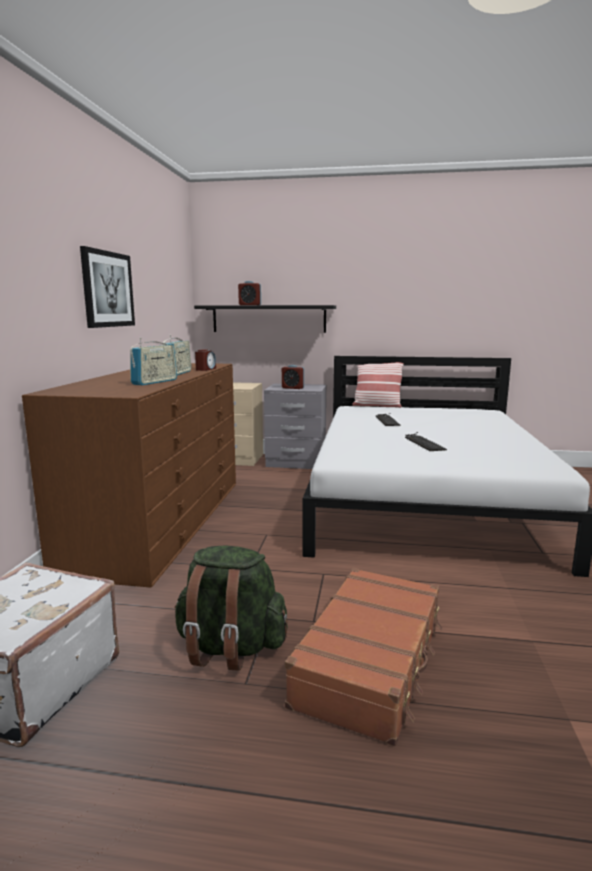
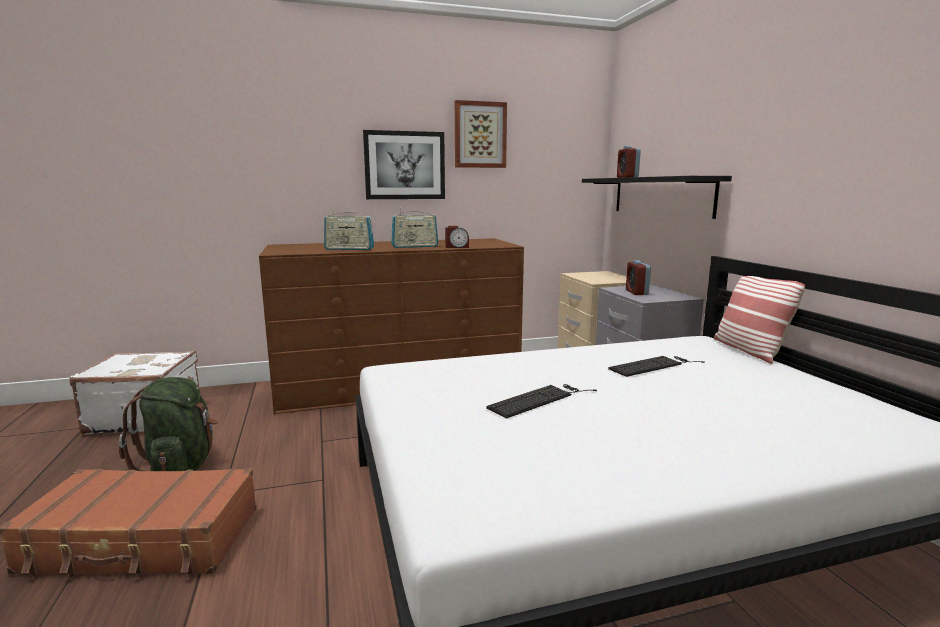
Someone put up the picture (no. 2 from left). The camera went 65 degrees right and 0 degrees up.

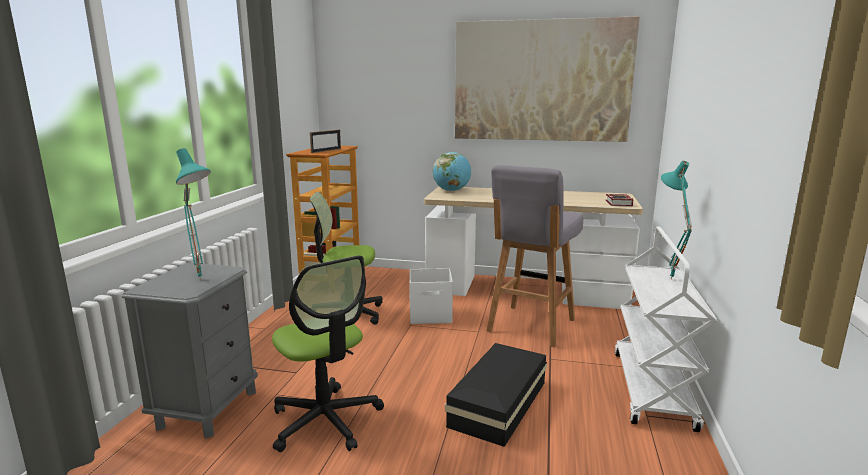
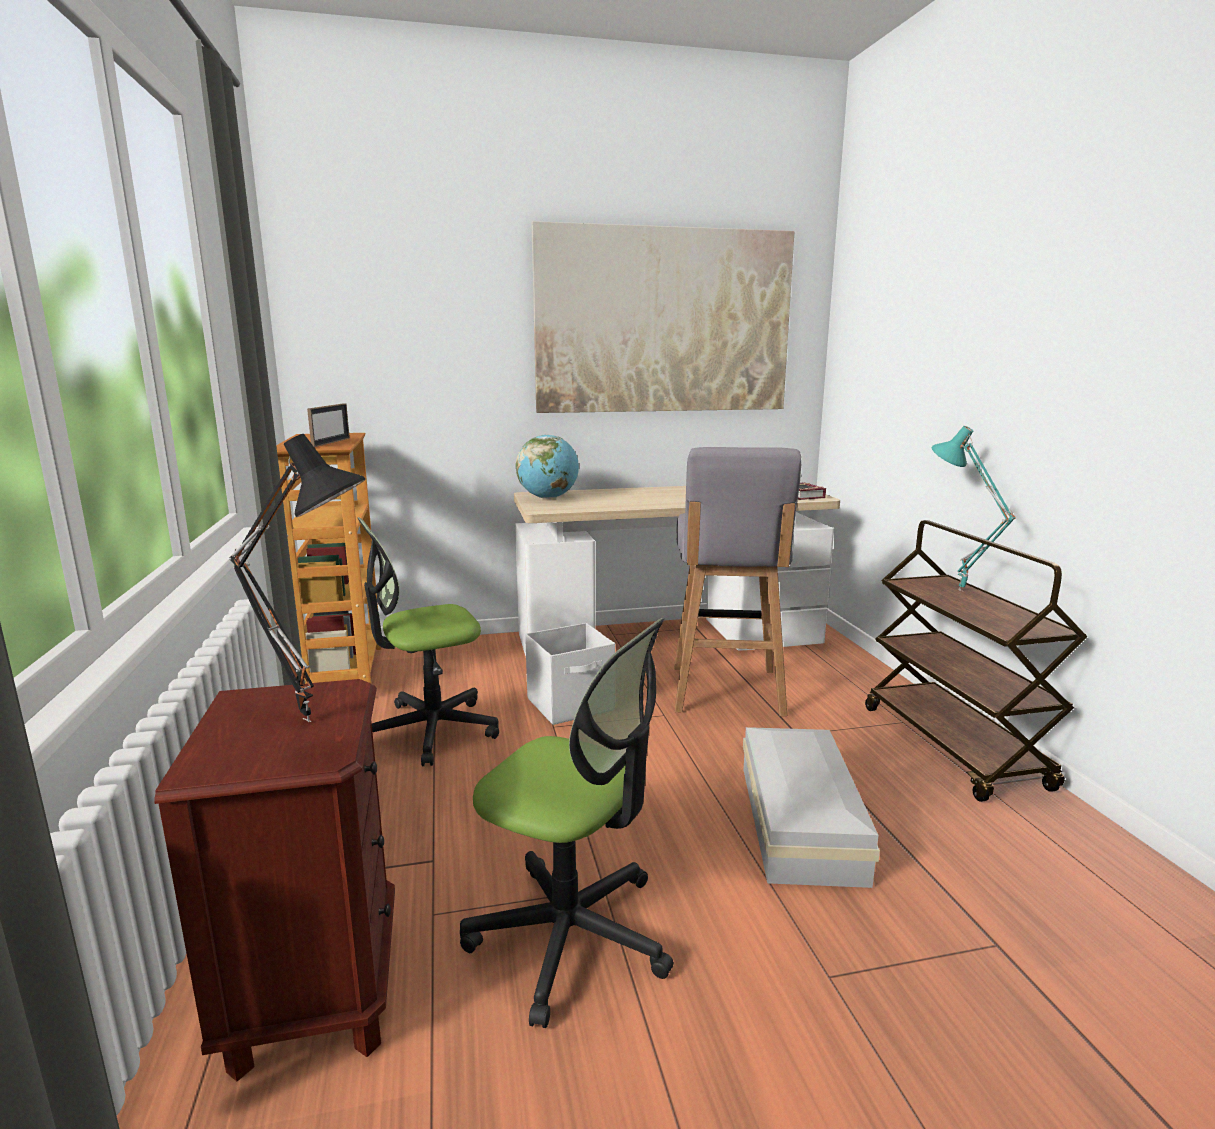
Someone repainted the gray night table, which became the brownish night table. Someone repainted the turquoise tabletop lamp (no. 1 from left), which became the black-coloured tabletop lamp. Someone repainted the black-coloured storage box, which became the white-coloured storage box (no. 2 from left). Someone repainted the white-coloured trolley, which became the brownish trolley. The camera went 25 degrees left and 0 degrees up.

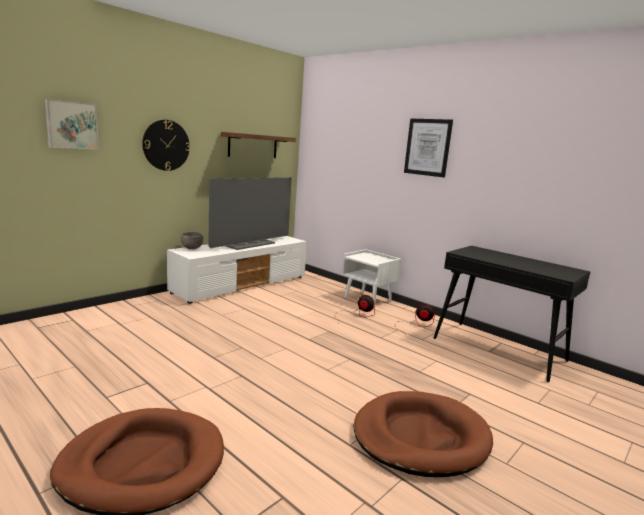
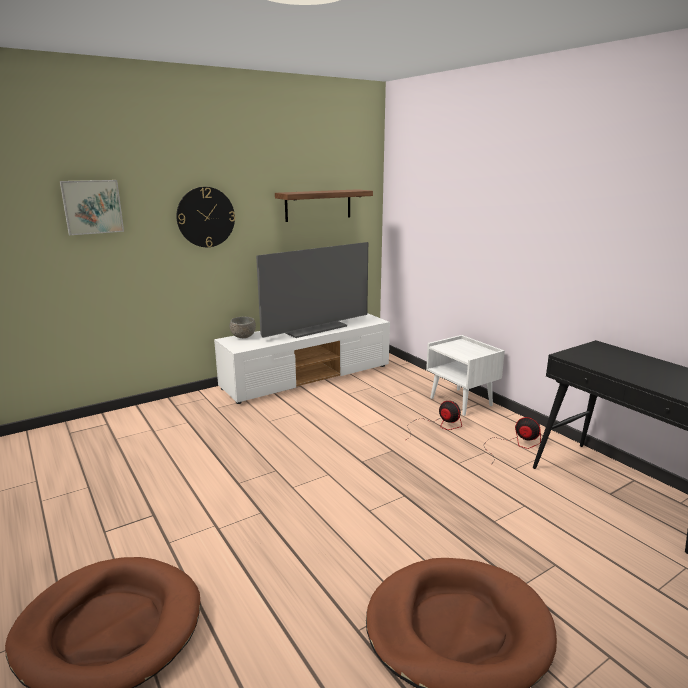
Someone took away the picture (no. 2 from left). The camera went 15 degrees right and 5 degrees up.

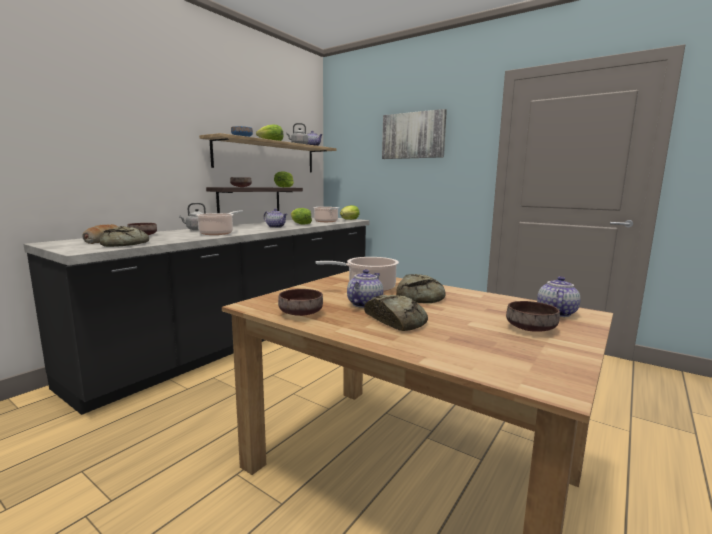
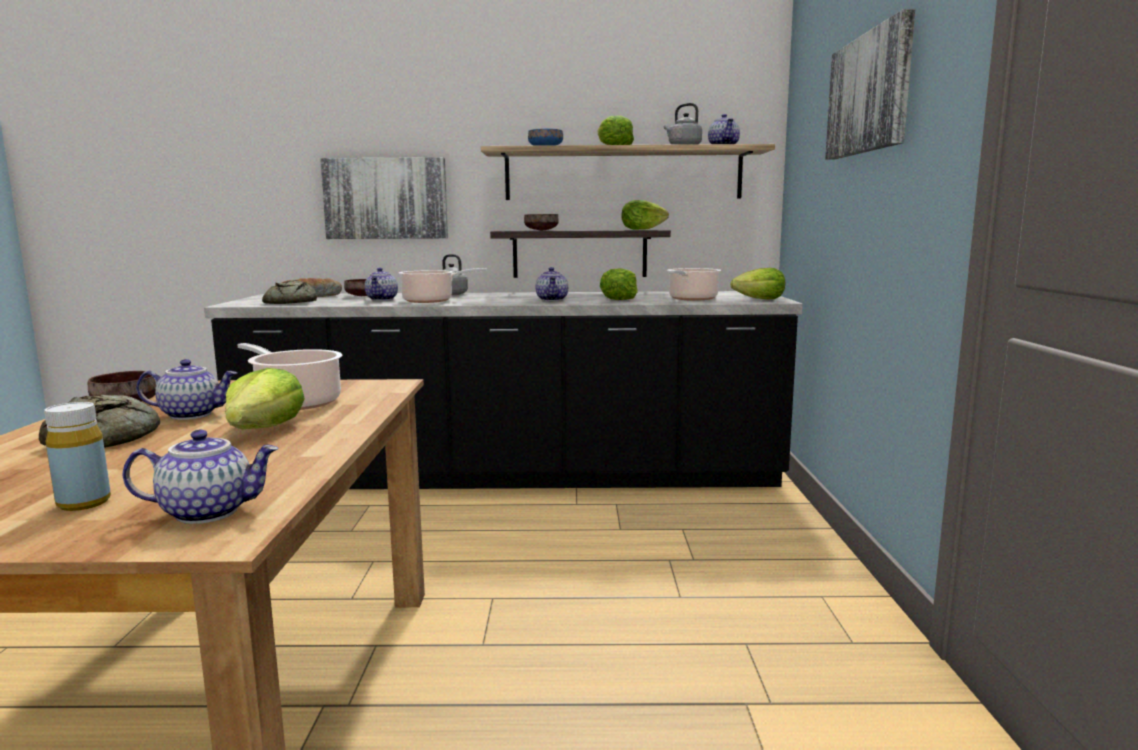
Someone swapped the brownish serving bowl (no. 4 from left) for the yellow-coloured bottle. Someone swapped the bread (no. 4 from left) for the head of lettuce (no. 1 from left). Someone put up the picture (no. 1 from left). Someone put down the pot for tea (no. 3 from left). The camera went 55 degrees right and 0 degrees up.

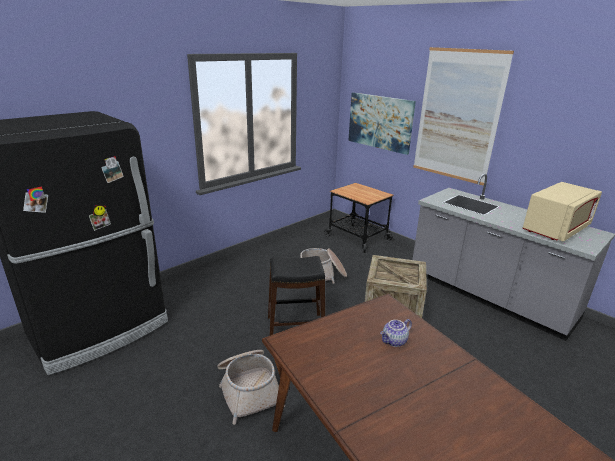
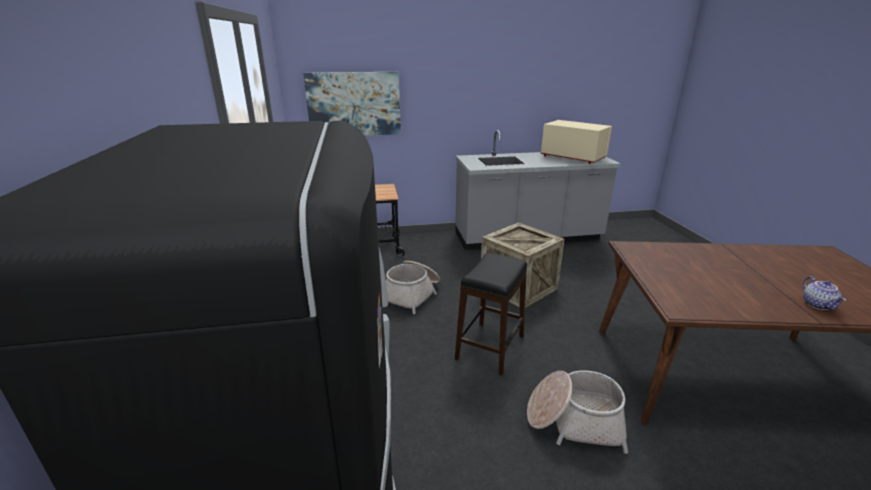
Someone rotated the beige microwave oven by 45 degrees counterclockwise. Someone carried the pot for tea. Someone took away the picture (no. 2 from left). The camera went 55 degrees left and 0 degrees up.

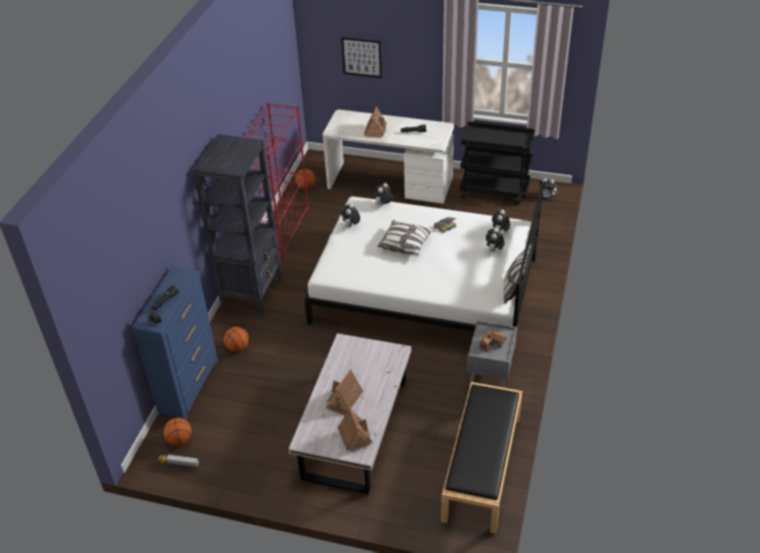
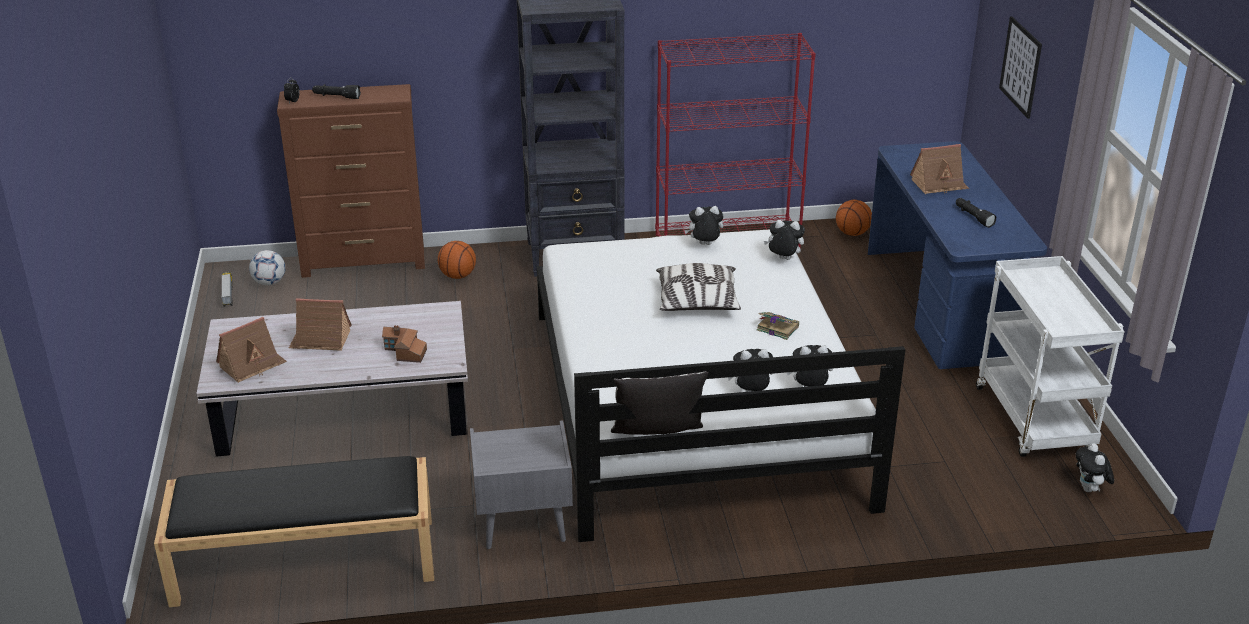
Someone swapped the basketball ball (no. 1 from left) for the football. Someone repainted the blue drawer chest, which became the brownish drawer chest. Someone carried the miniature house (no. 4 from left in the first image). Someone repainted the white-coloured desk table, which became the blue desk table. Someone repainted the black-coloured trolley, which became the white-coloured trolley. The camera went 65 degrees right and 10 degrees down.

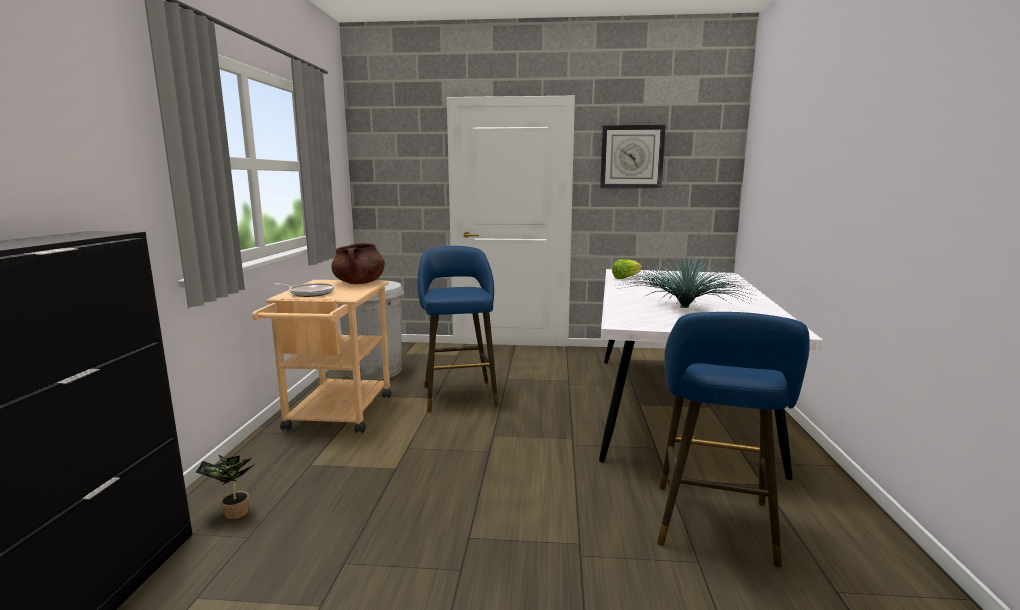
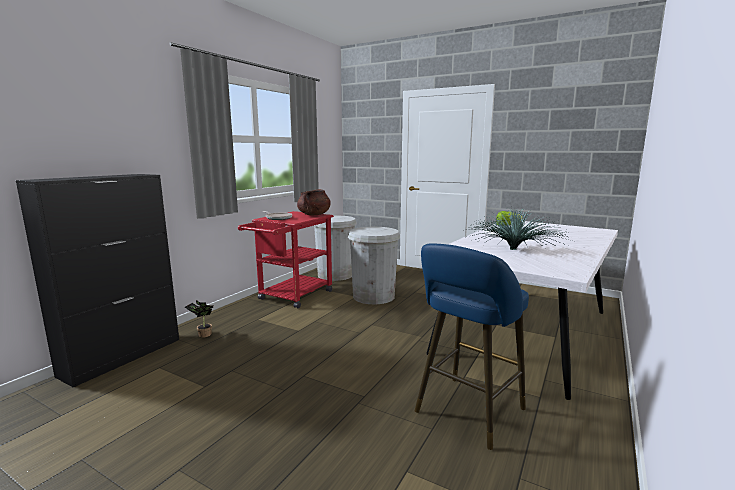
Someone repainted the beige trolley, which became the red-coloured trolley. Someone swapped the blue stool (no. 1 from left) for the white-coloured trash can (no. 2 from left). Someone took away the hanging clock. The camera went 25 degrees right and 0 degrees up.

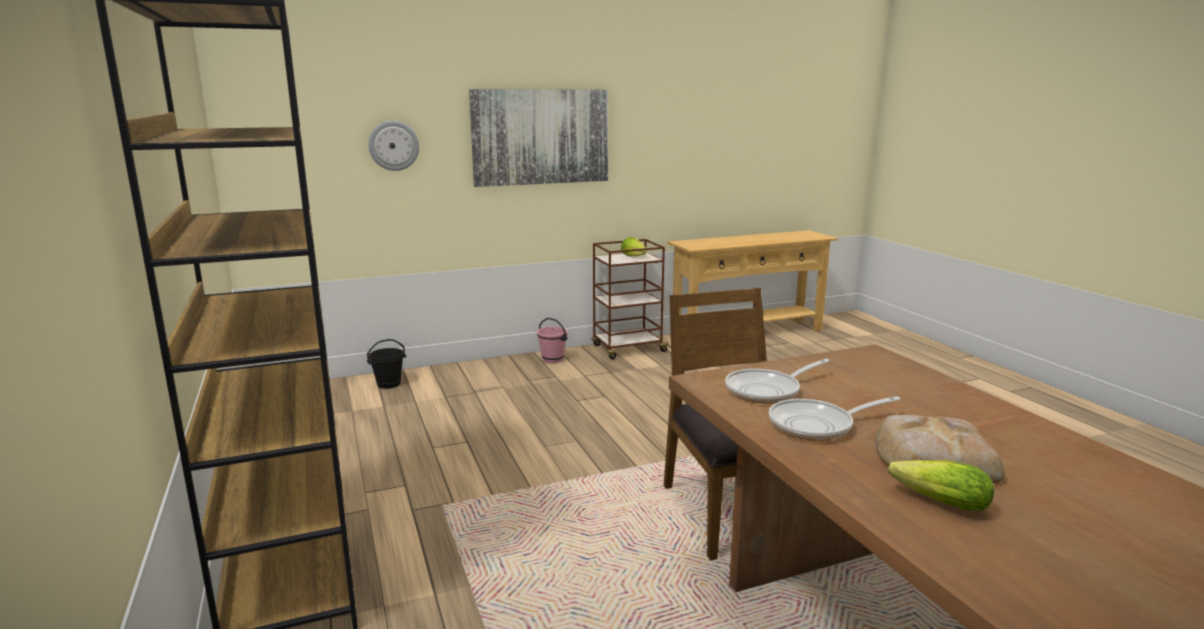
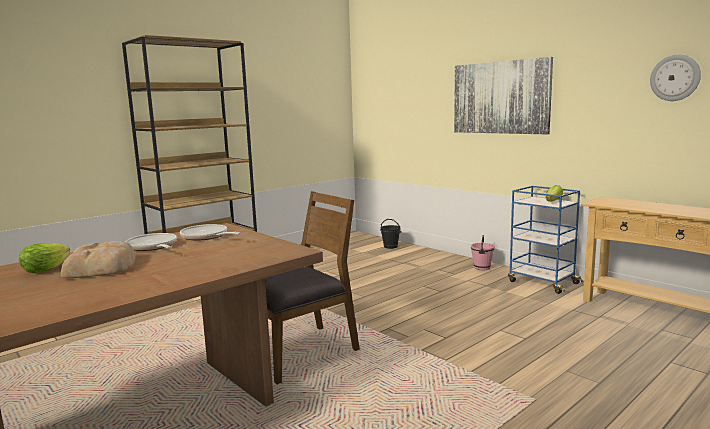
Someone repainted the brownish trolley, which became the blue trolley. Someone carried the hanging clock. The camera went 70 degrees right and 5 degrees down.

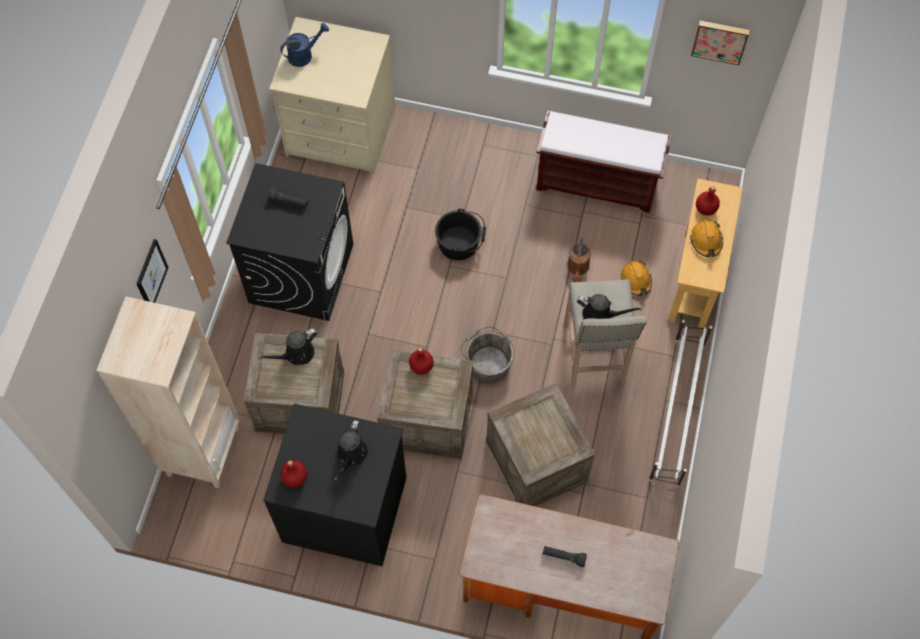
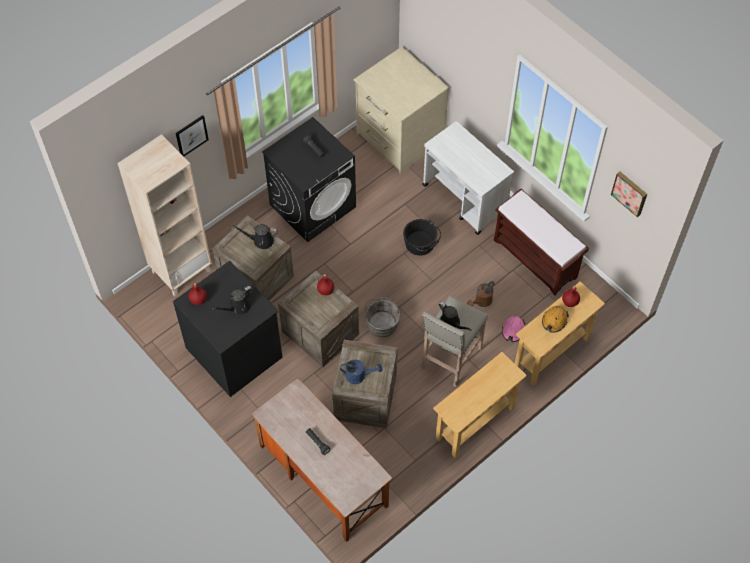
Someone carried the blue sprinkling can. Someone put down the white-coloured trolley. Someone swapped the white-coloured shoe shelf for the beige console table (no. 1 from left). Someone repainted the orangey safety helmet (no. 1 from left), which became the pink-coloured safety helmet. The camera went 35 degrees right and 5 degrees down.

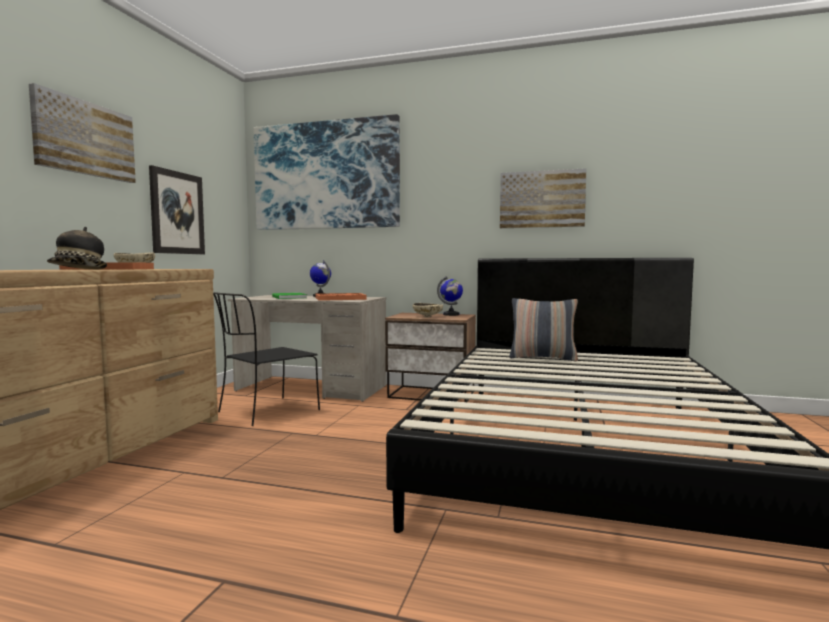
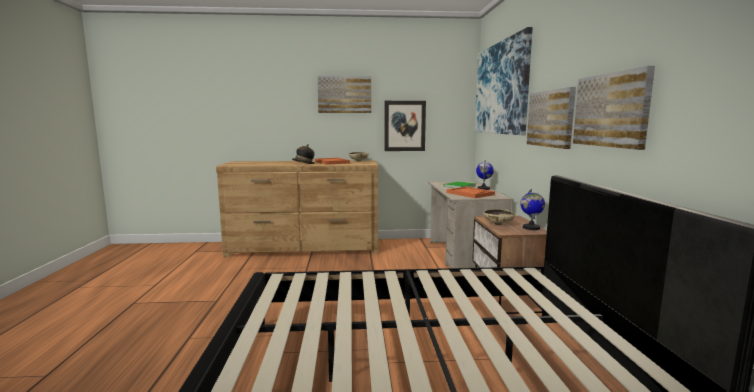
Someone put up the picture (no. 4 from left). Someone took away the black-coloured chair. Someone took away the pillow. The camera went 70 degrees right and 5 degrees up.

